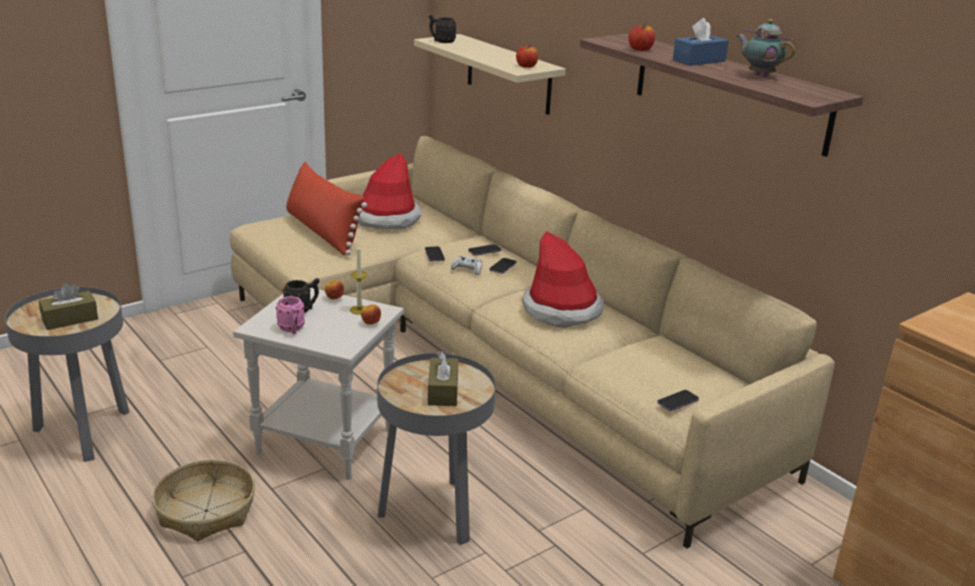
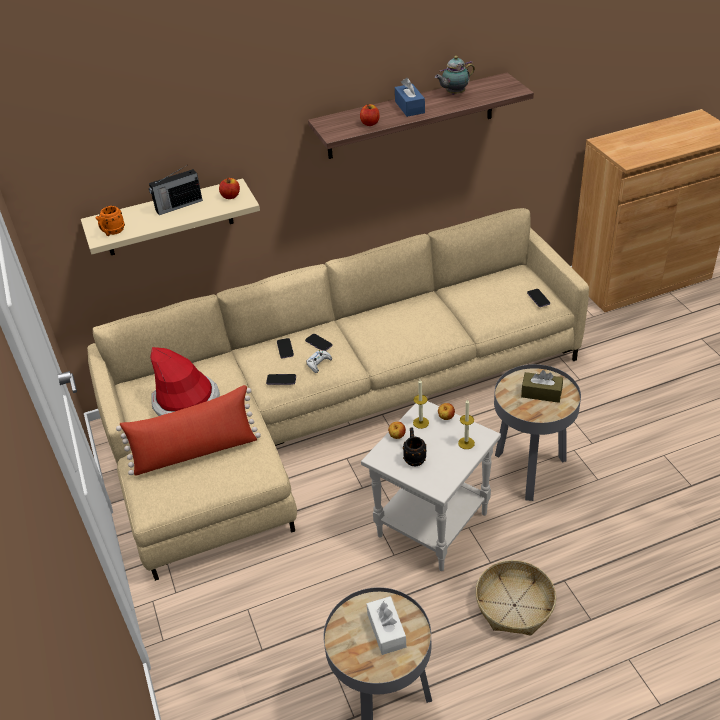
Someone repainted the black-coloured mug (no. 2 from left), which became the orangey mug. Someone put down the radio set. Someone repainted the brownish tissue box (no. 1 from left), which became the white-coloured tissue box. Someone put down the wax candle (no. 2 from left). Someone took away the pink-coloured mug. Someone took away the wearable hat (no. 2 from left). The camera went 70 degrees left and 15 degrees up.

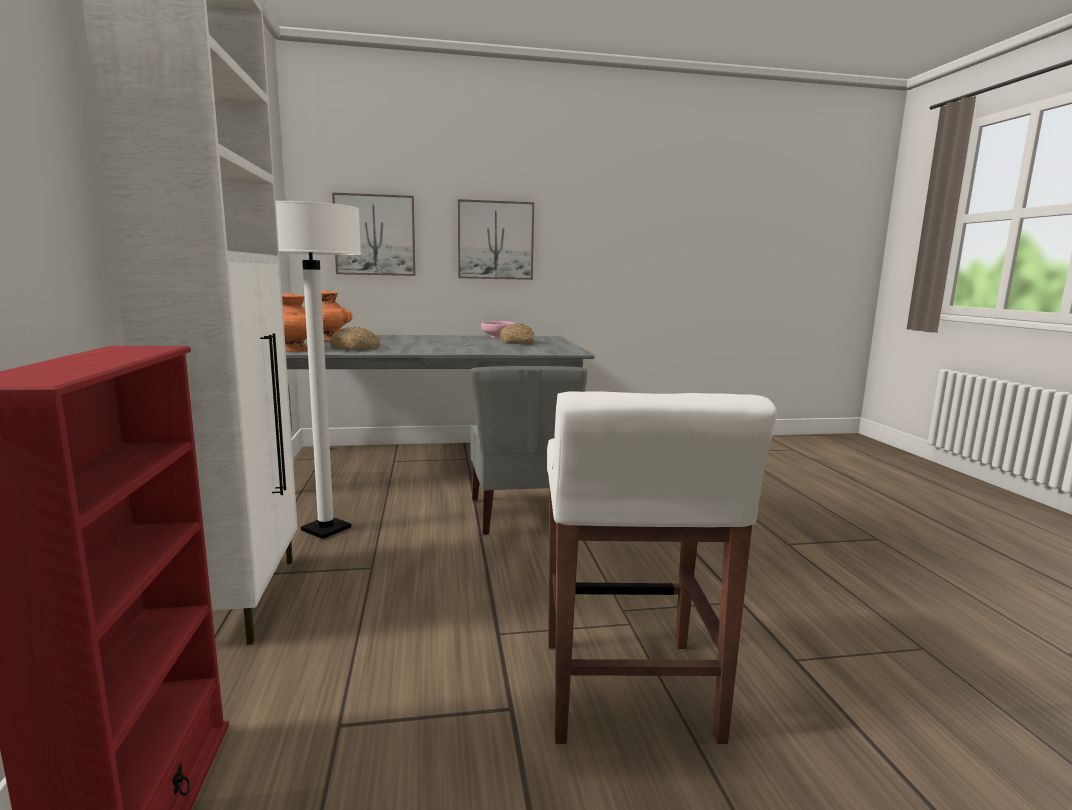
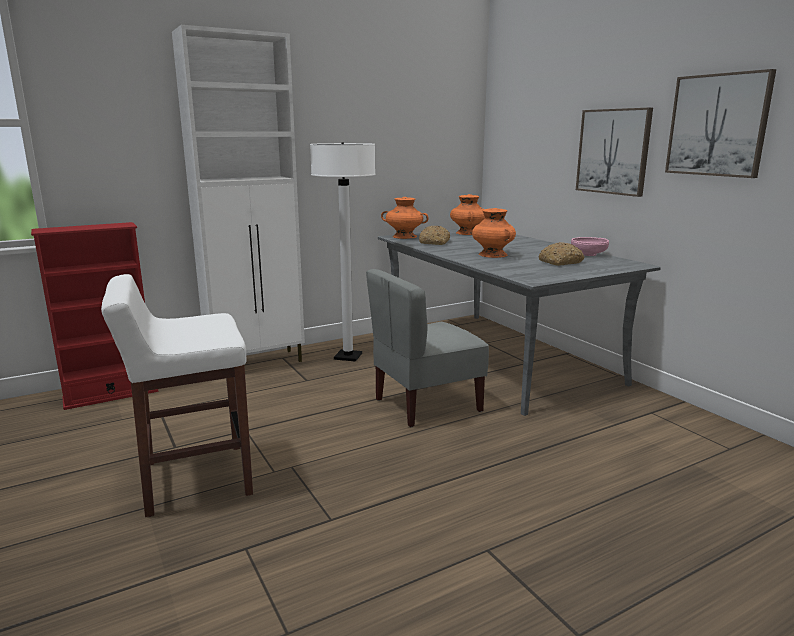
Someone put down the orangey decorative vase (no. 3 from left). Someone carried the picture (no. 1 from left in the first image). The camera went 70 degrees right and 5 degrees up.

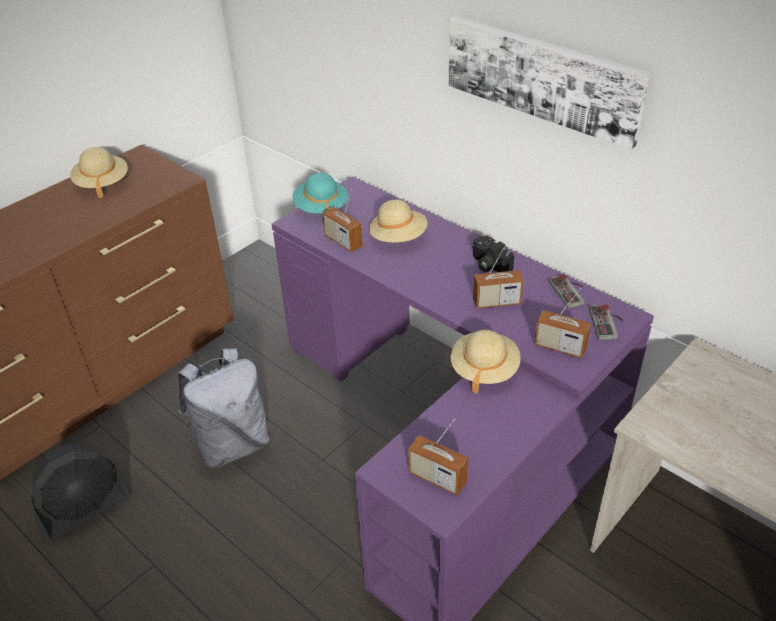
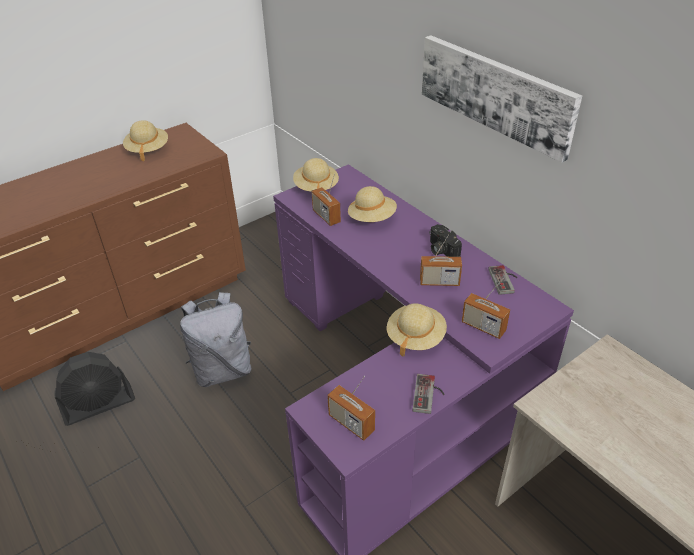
Someone repainted the turquoise wearable hat, which became the beige wearable hat (no. 2 from left). Someone carried the game controller (no. 2 from left in the first image). The camera went 10 degrees right and 0 degrees up.

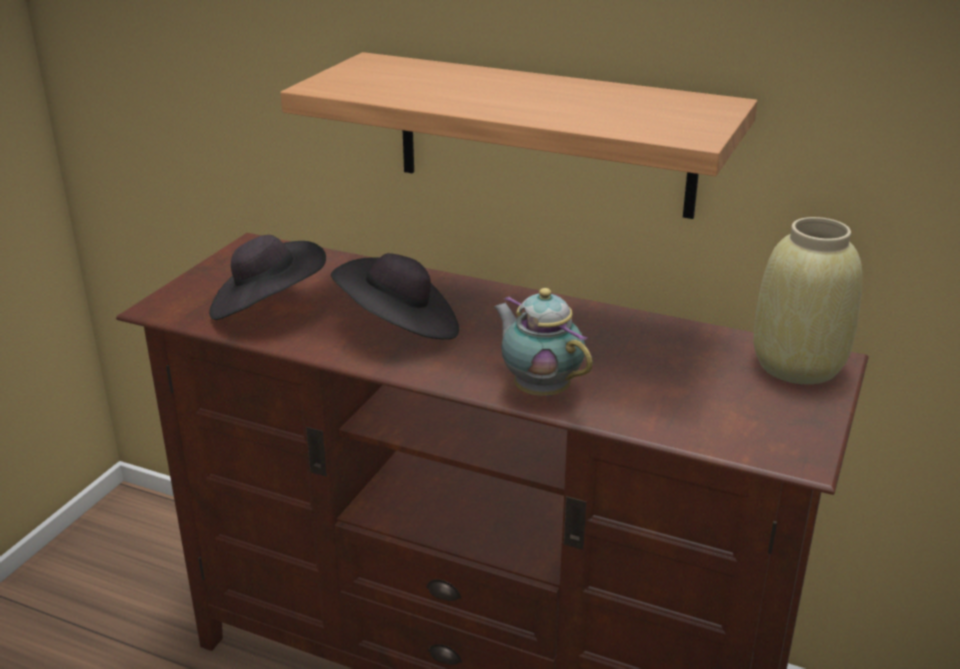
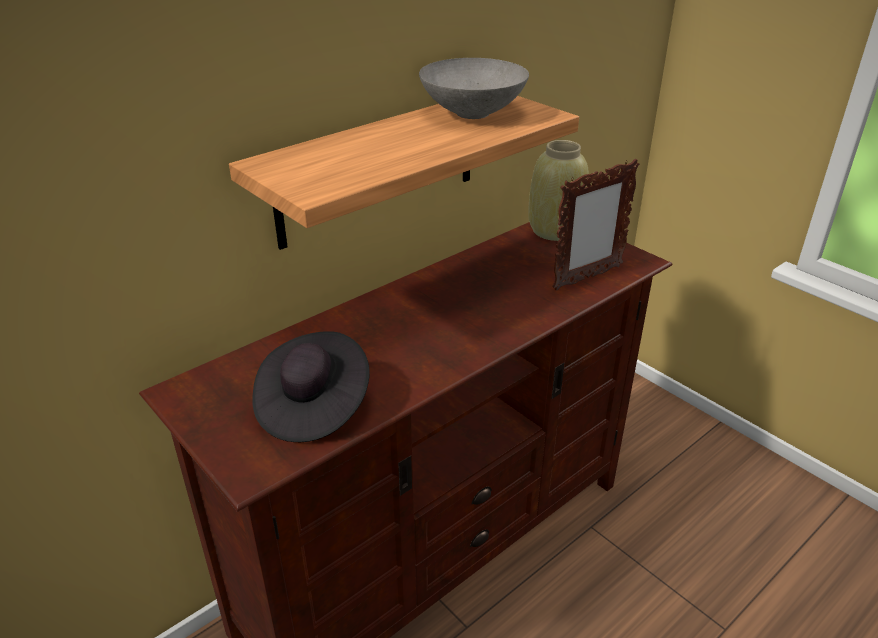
Someone put down the gray serving bowl. Someone put down the standing frame. Someone took away the black-coloured wearable hat (no. 2 from left). Someone took away the pot for tea. The camera went 65 degrees left and 5 degrees up.

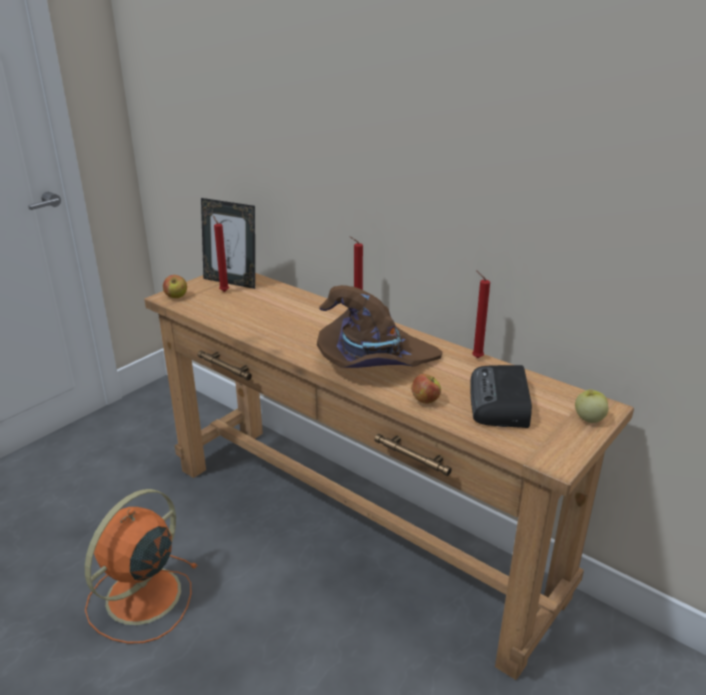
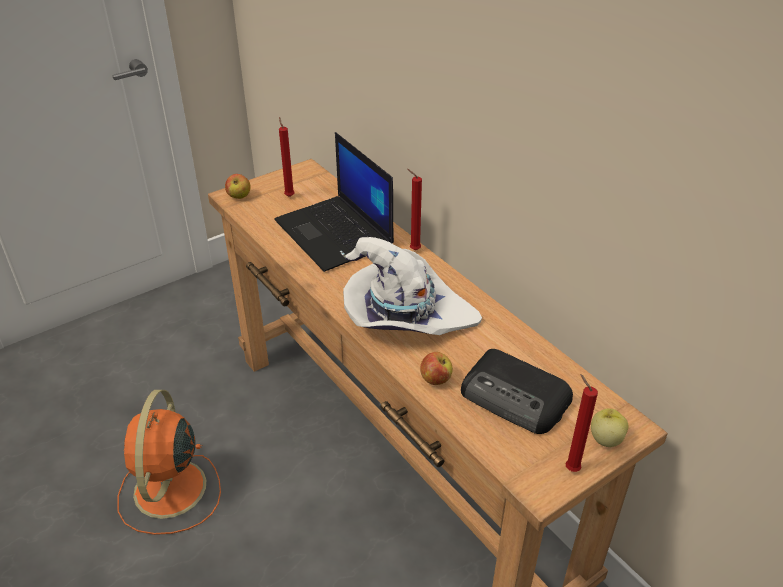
Someone rotated the orangey cooling fan by 45 degrees counterclockwise. Someone put down the portable computer. Someone repainted the brownish wearable hat, which became the white-coloured wearable hat. Someone rotated the radio set by 75 degrees counterclockwise. Someone carried the red-coloured wax candle (no. 3 from left). Someone took away the standing frame. The camera went 15 degrees right and 10 degrees up.

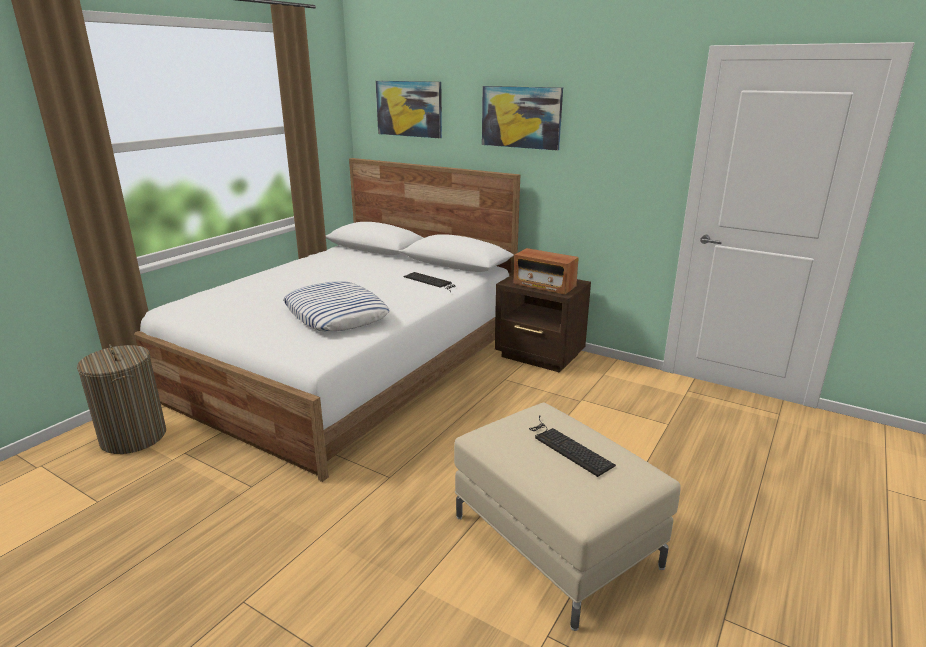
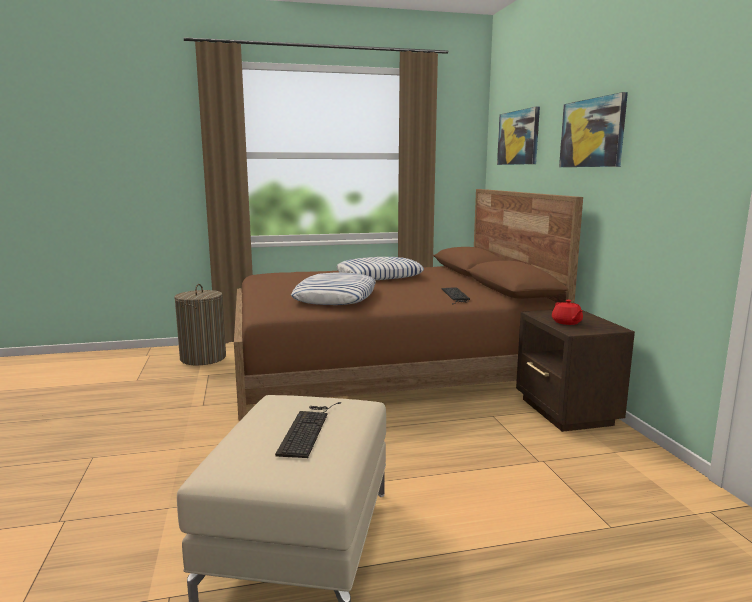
Someone repainted the white-coloured sleeping bed, which became the brownish sleeping bed. Someone put down the pillow (no. 2 from left). Someone swapped the radio set for the red-coloured pot for tea. The camera went 45 degrees right and 10 degrees down.

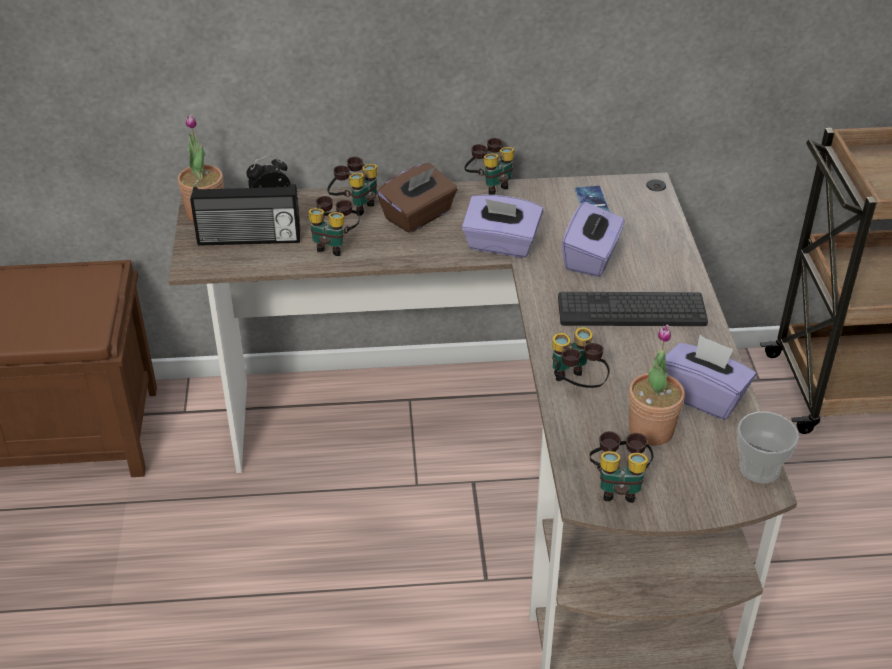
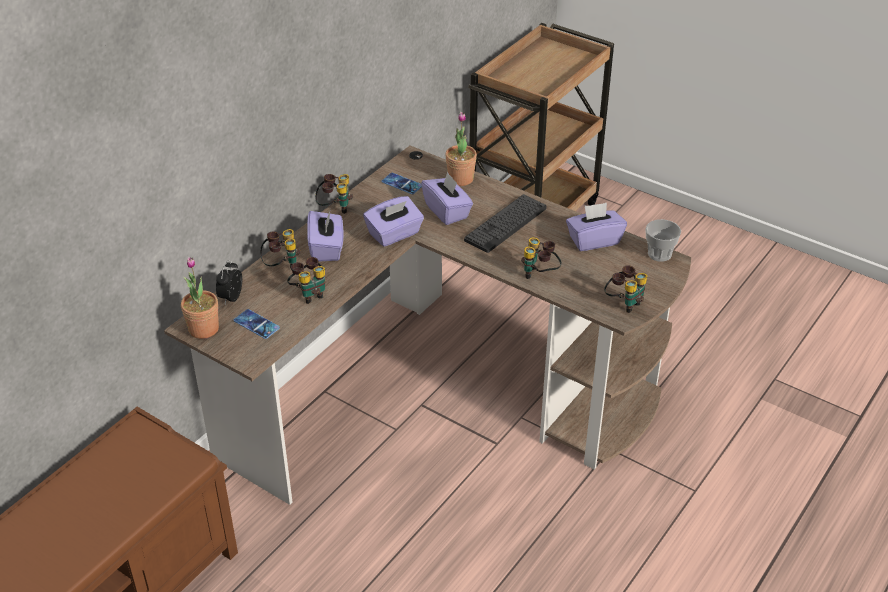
Someone swapped the radio set for the handset (no. 1 from left). Someone repainted the brownish tissue box, which became the purplish tissue box (no. 1 from left). Someone carried the houseplant (no. 2 from left). The camera went 50 degrees left and 0 degrees up.

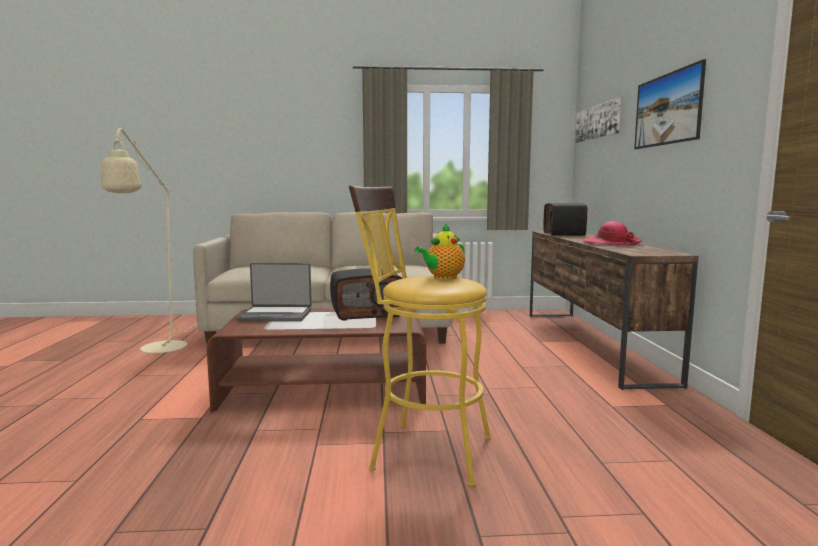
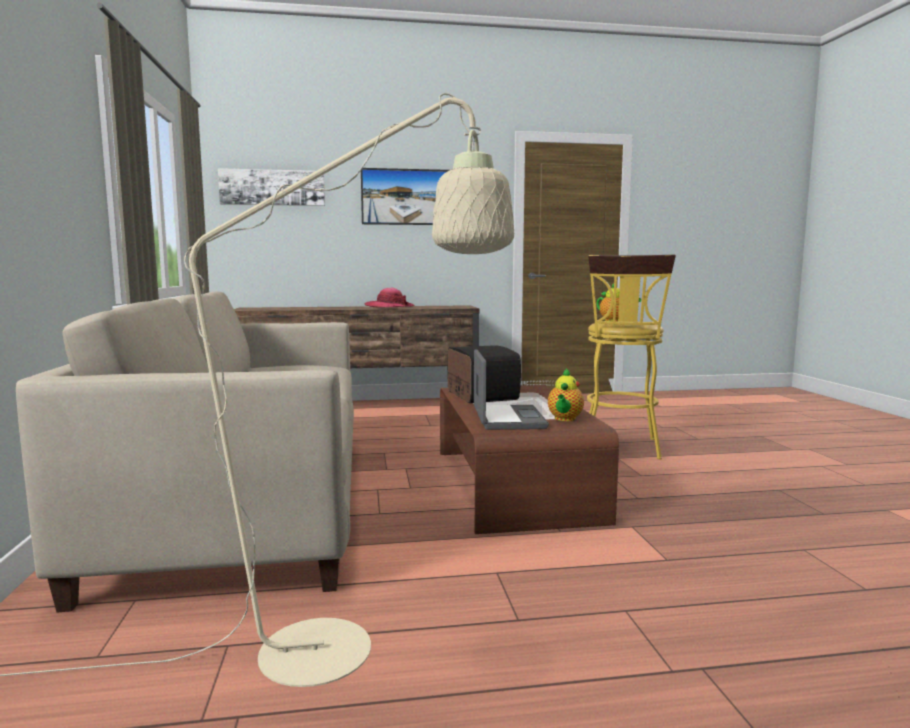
Someone put down the pot for tea (no. 1 from left). Someone took away the radio set (no. 2 from left). The camera went 95 degrees left and 0 degrees up.

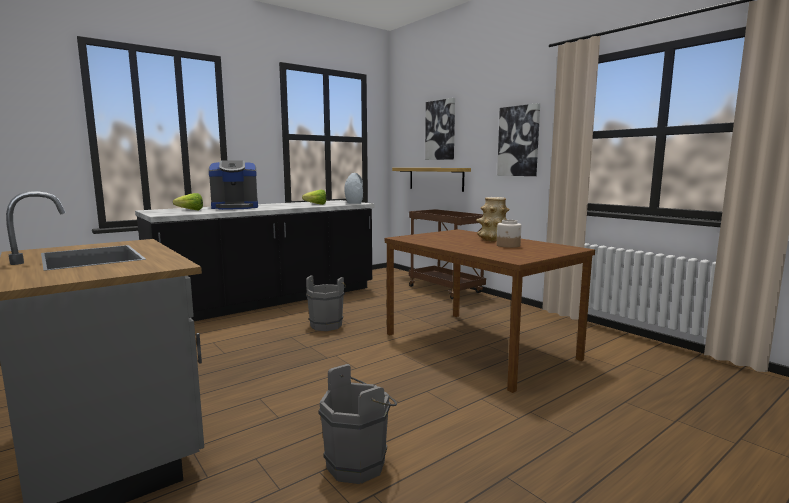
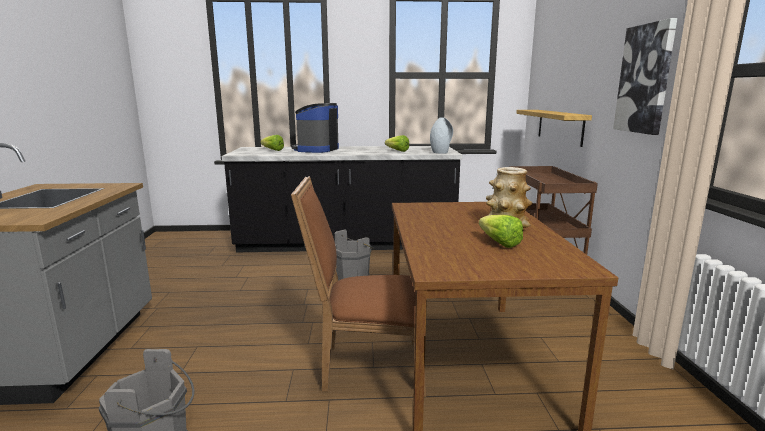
Someone put down the brownish chair. Someone rotated the coffee maker by 90 degrees clockwise. Someone swapped the preserve jar for the head of lettuce (no. 3 from left). Someone took away the picture (no. 1 from left). The camera went 35 degrees right and 5 degrees up.

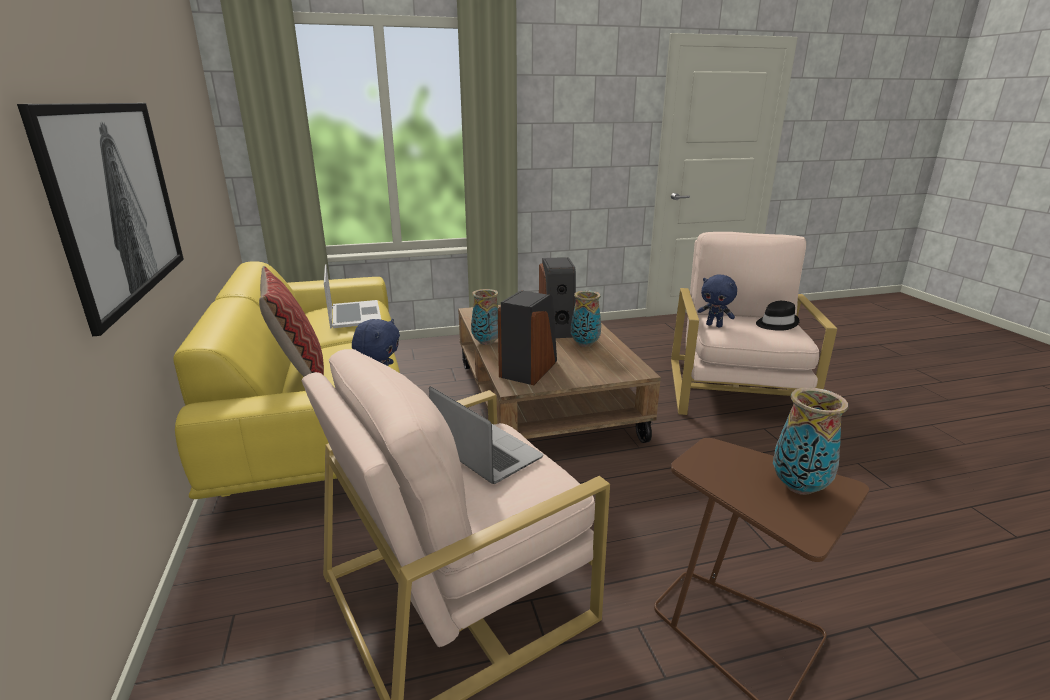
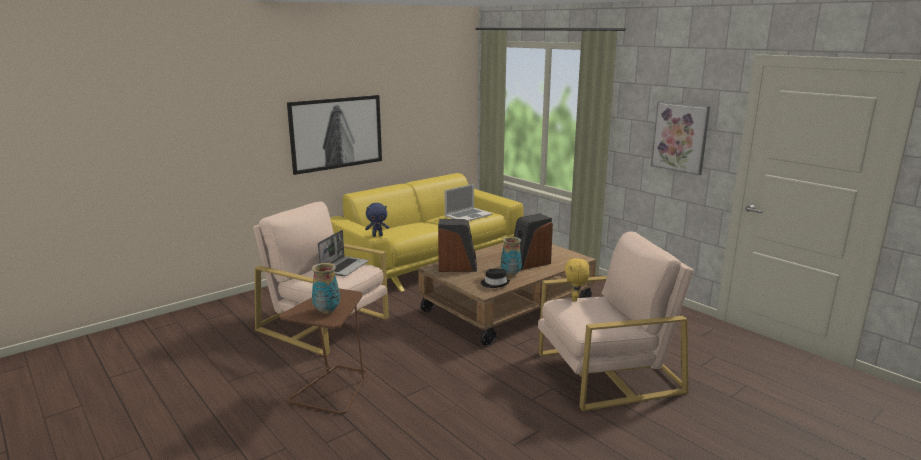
Someone carried the black-coloured wearable hat. Someone repainted the blue soft toy (no. 2 from left), which became the yellow-coloured soft toy. Someone put up the picture (no. 2 from left). Someone took away the pillow. Someone took away the decorative vase (no. 1 from left). The camera went 65 degrees right and 5 degrees down.

